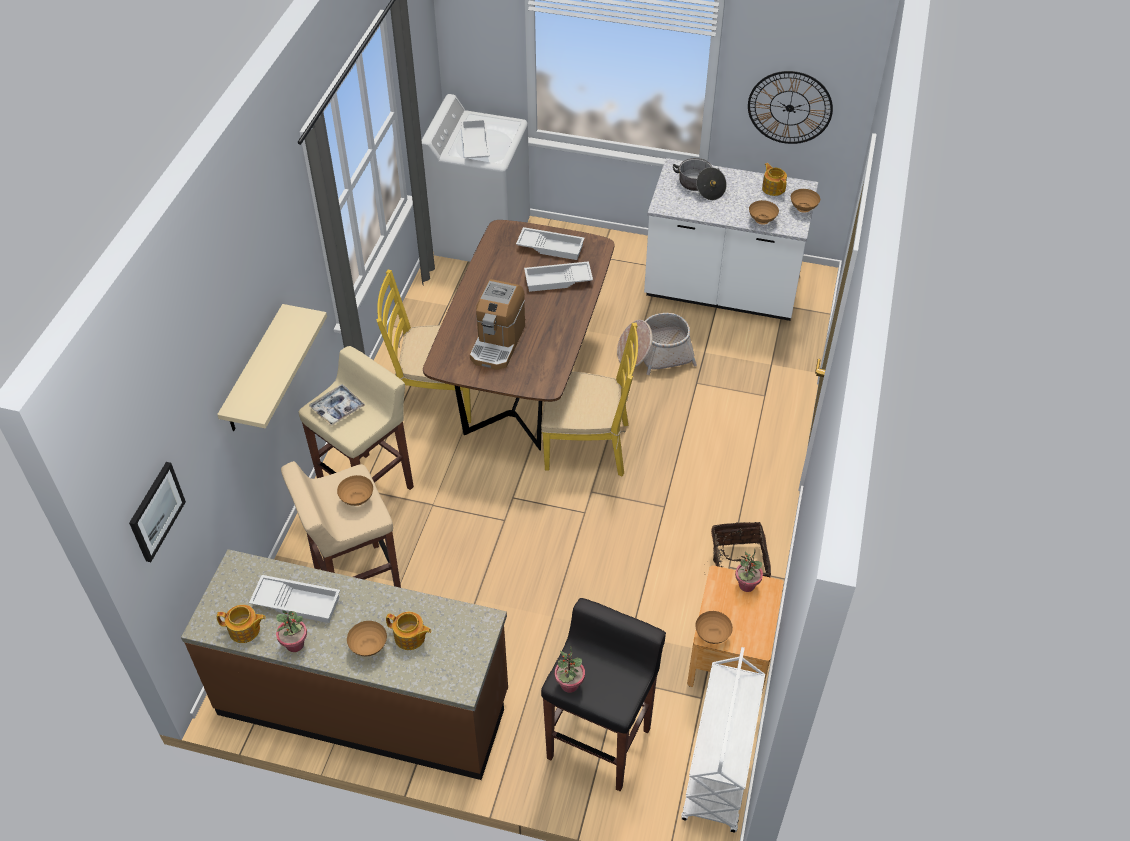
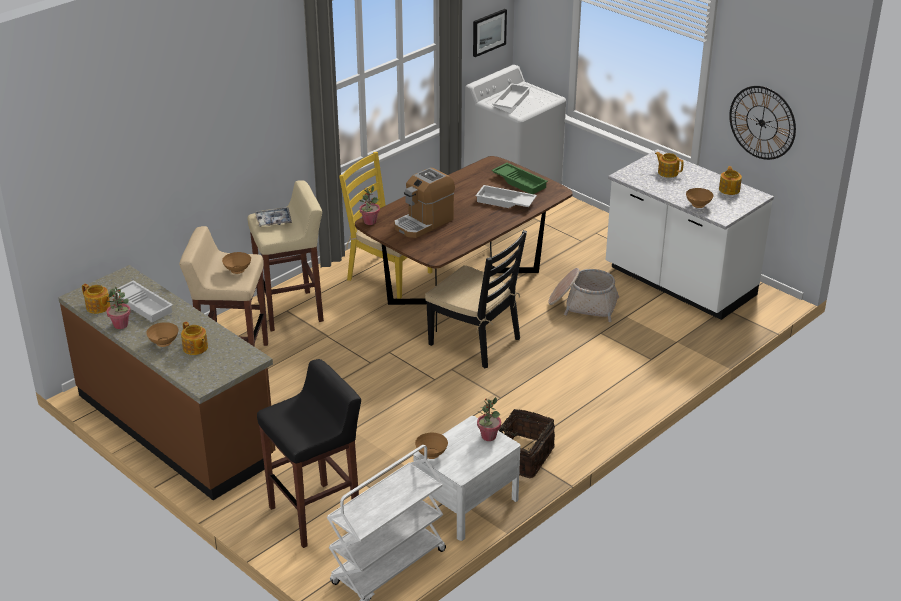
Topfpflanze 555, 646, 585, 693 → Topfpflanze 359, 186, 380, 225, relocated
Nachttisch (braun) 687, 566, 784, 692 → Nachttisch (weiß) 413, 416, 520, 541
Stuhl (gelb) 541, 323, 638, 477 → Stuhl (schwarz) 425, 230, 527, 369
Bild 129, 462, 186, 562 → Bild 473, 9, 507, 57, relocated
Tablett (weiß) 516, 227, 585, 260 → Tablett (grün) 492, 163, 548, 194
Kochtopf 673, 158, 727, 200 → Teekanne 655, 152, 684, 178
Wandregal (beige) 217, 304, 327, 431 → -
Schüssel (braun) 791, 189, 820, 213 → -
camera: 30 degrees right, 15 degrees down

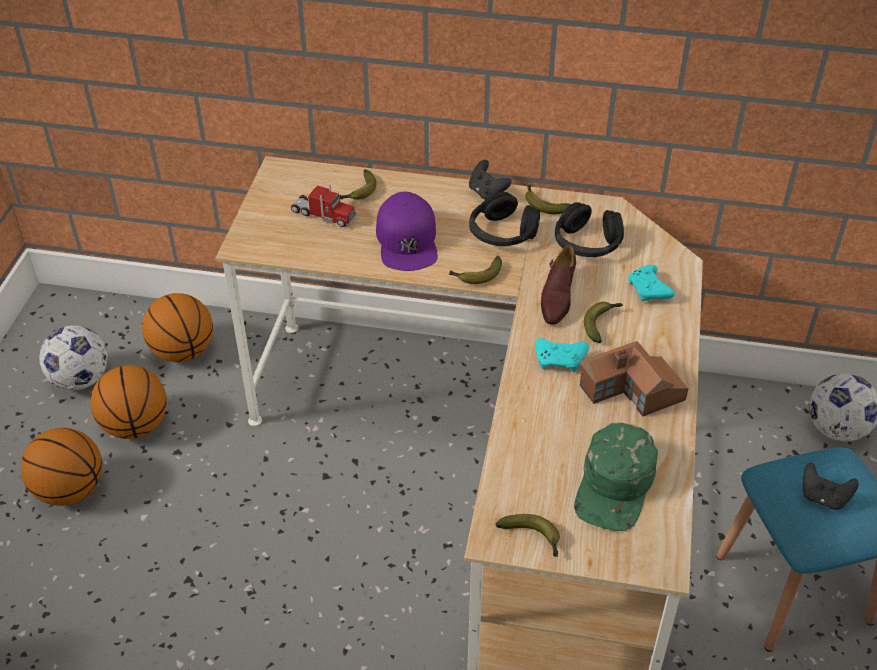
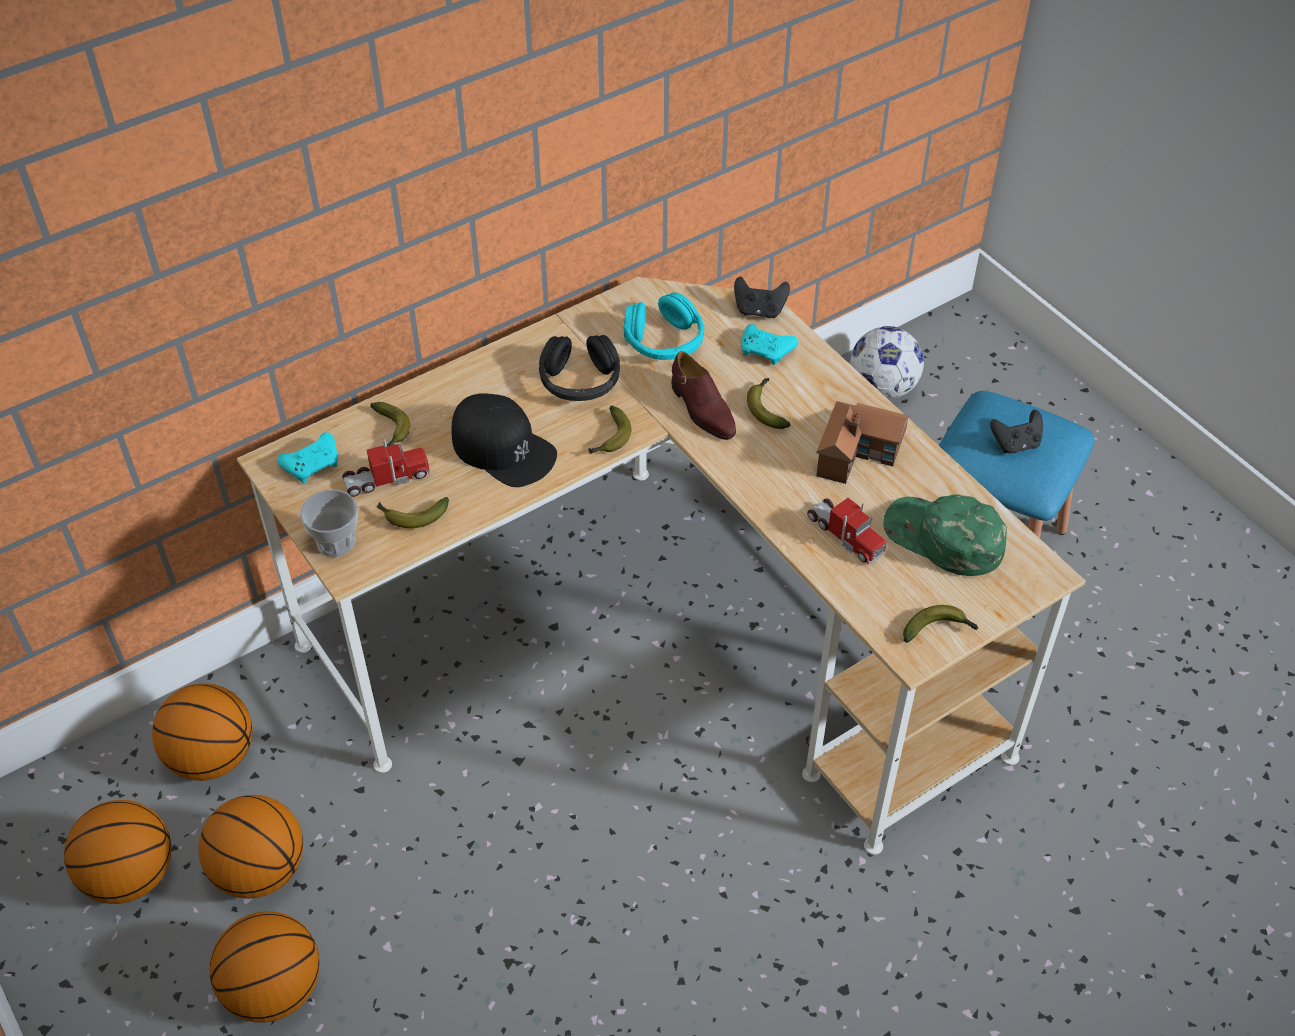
Fußball 39, 325, 108, 390 → Basketball 64, 800, 172, 904
Gamepad (türkis) 535, 338, 589, 372 → Gamepad (türkis) 277, 432, 338, 483, relocated
- → Tasse 300, 490, 358, 557
Banane 525, 185, 571, 214 → Banane 376, 497, 449, 528, relocated
Kappe (lila) 376, 192, 438, 271 → Kappe (schwarz) 451, 394, 557, 487
Kopfhörer (schwarz) 555, 202, 624, 257 → Kopfhörer (türkis) 624, 293, 704, 360
Gamepad (schwarz) 469, 160, 511, 200 → Gamepad (schwarz) 734, 276, 790, 318, relocated
- → Spielzeuglaster 807, 498, 887, 564
Kappe (grün) 574, 422, 658, 531 → Kappe (grün) 883, 494, 1007, 576, 150 degrees clockwise
camera: 45 degrees left, 5 degrees up

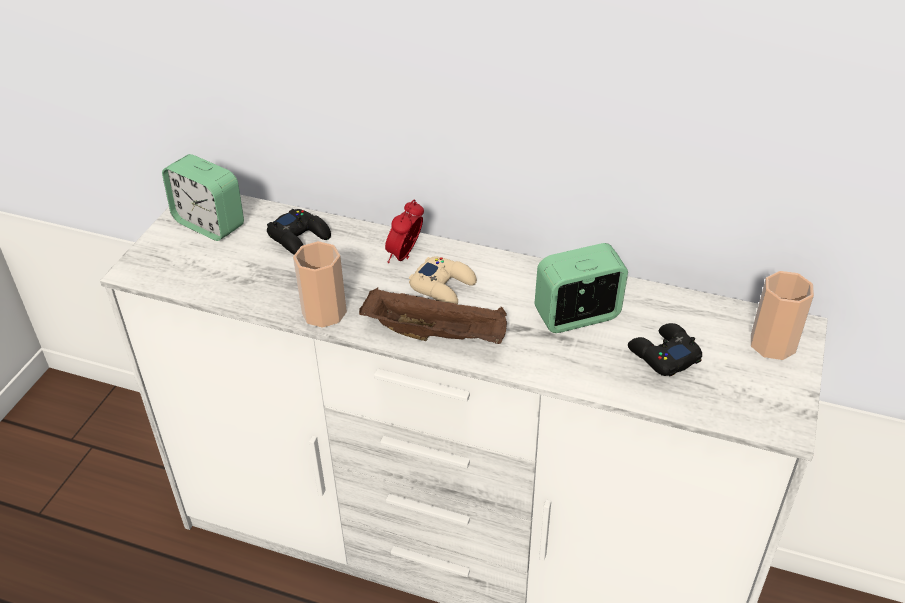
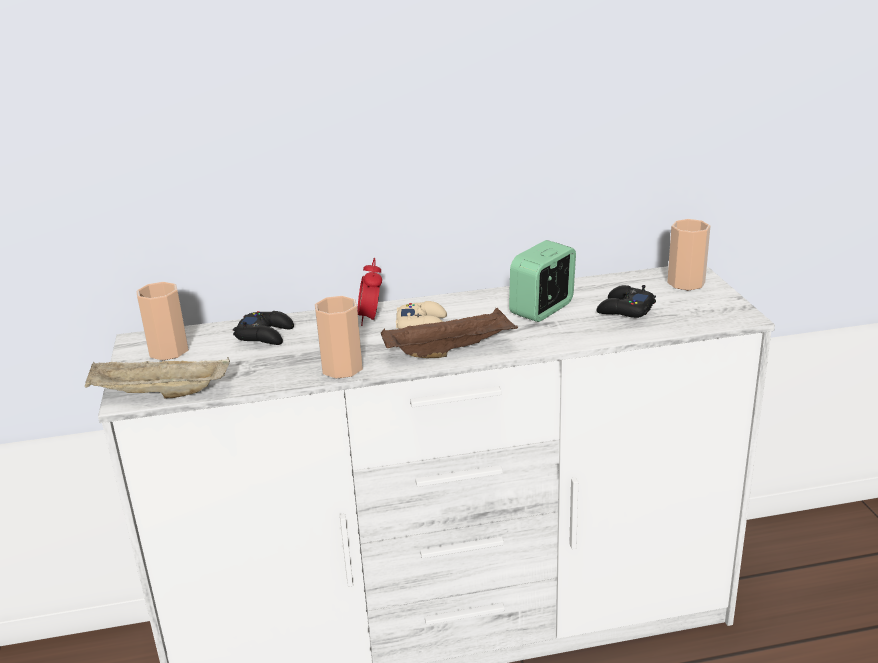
- → Tablett (beige) 85, 357, 230, 398
Wecker 162, 154, 244, 241 → Tasse 136, 282, 189, 360
camera: 30 degrees left, 15 degrees down

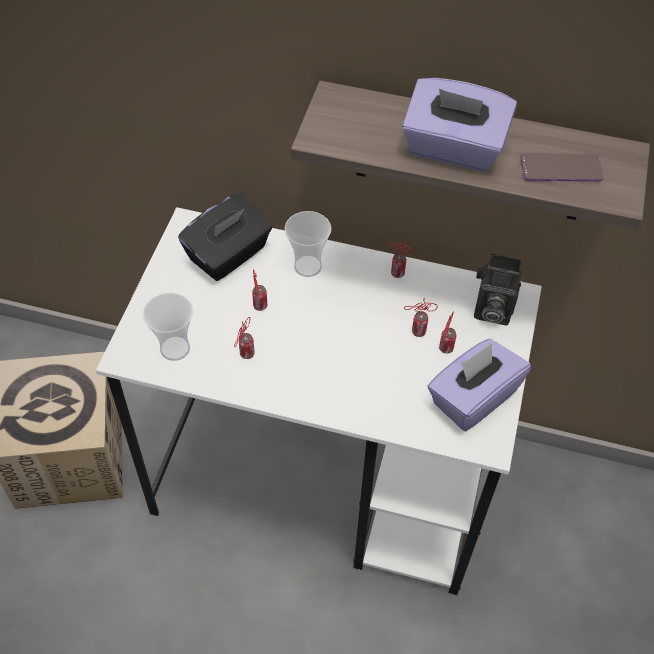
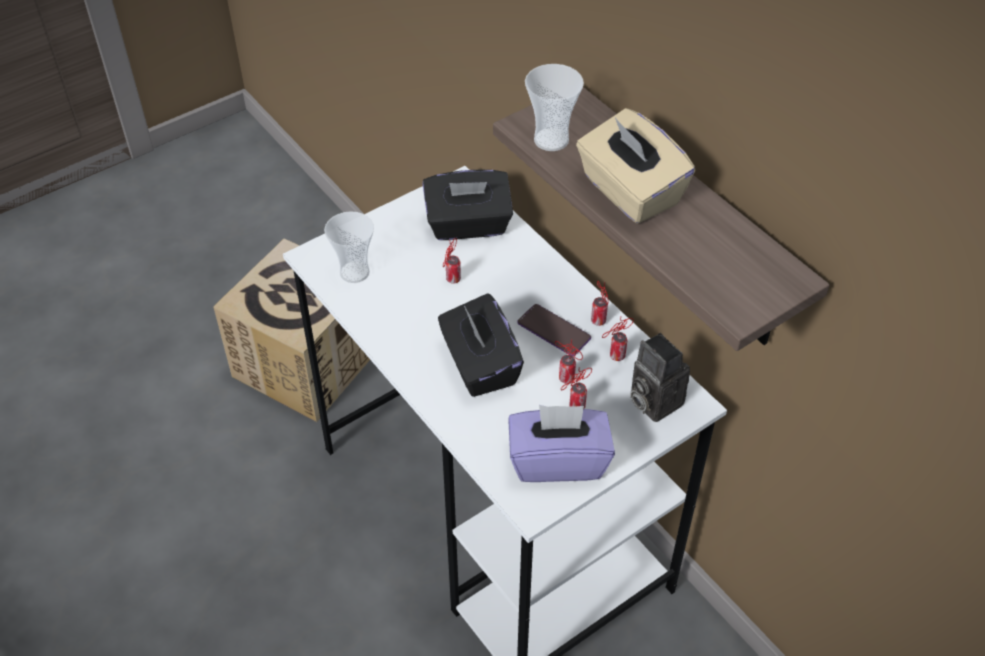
- → Taschentuchbox (schwarz) 438, 293, 524, 397
Handy 520, 153, 604, 182 → Handy 517, 304, 591, 356, relocated
Tasse 285, 211, 331, 277 → Tasse 525, 64, 584, 151, relocated
Taschentuchbox (lila) 402, 78, 517, 171 → Taschentuchbox (beige) 576, 108, 695, 223
Dose 234, 317, 255, 359 → Dose 602, 316, 634, 361, relocated
camera: 40 degrees right, 5 degrees down

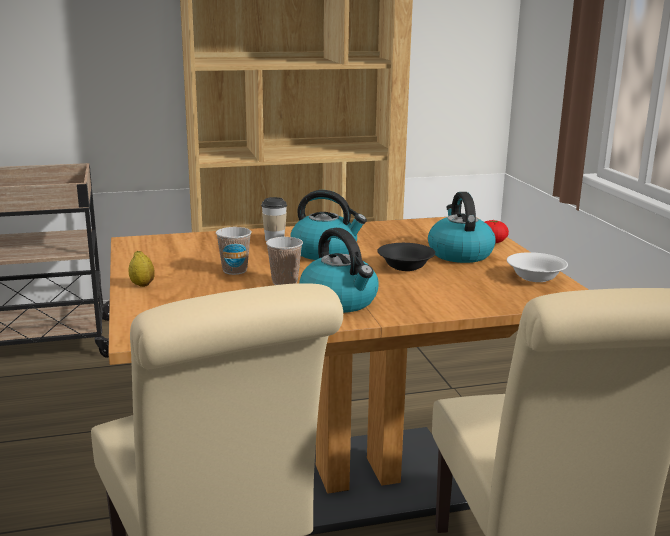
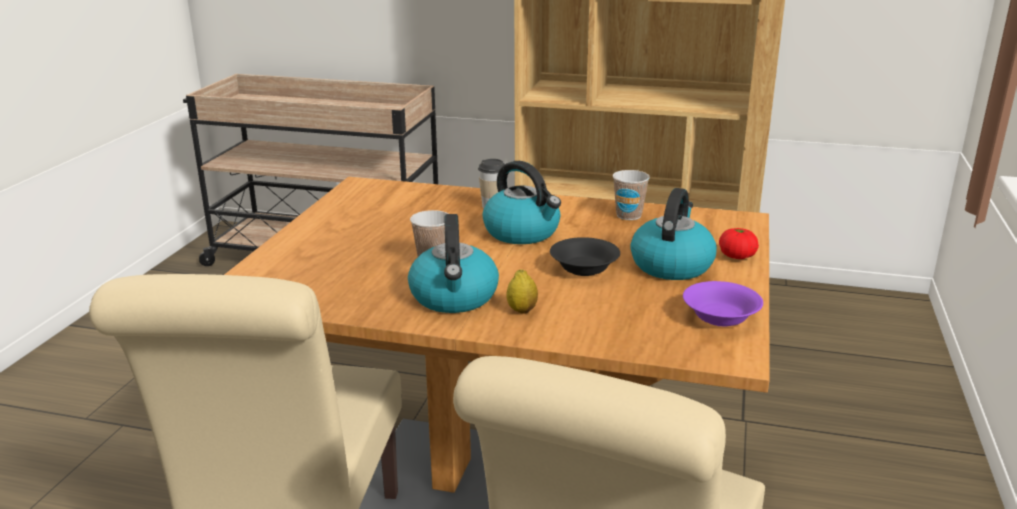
Zitrone 129, 251, 154, 287 → Zitrone 506, 269, 538, 314, relocated
Tasse 216, 227, 252, 275 → Tasse 613, 170, 650, 220, relocated
Schüssel (weiß) 507, 252, 568, 282 → Schüssel (lila) 683, 281, 763, 327
camera: 30 degrees right, 5 degrees up

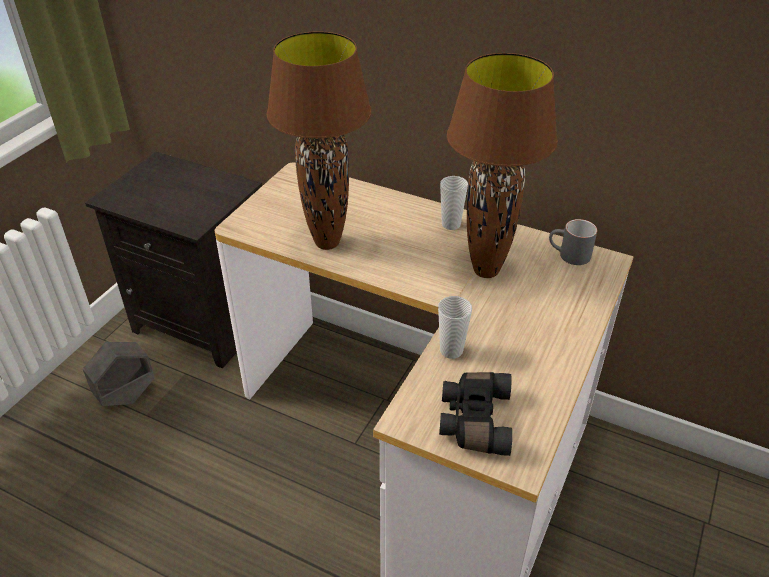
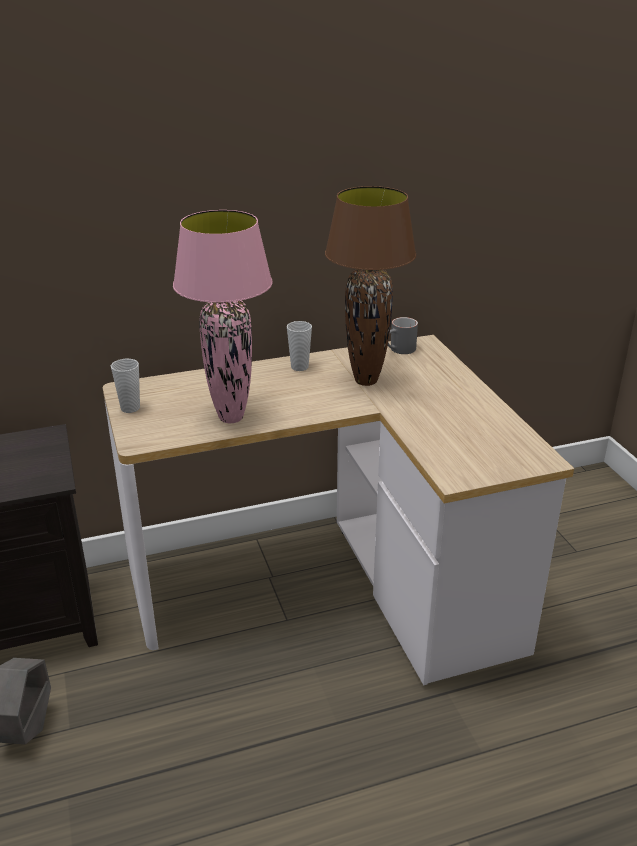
Tasse 438, 296, 472, 359 → Tasse 111, 359, 140, 413, relocated
Tischlampe (braun) 267, 31, 371, 250 → Tischlampe (rosa) 173, 210, 273, 423
Fernglas (schwarz) 439, 372, 512, 456 → -
camera: 45 degrees left, 10 degrees down

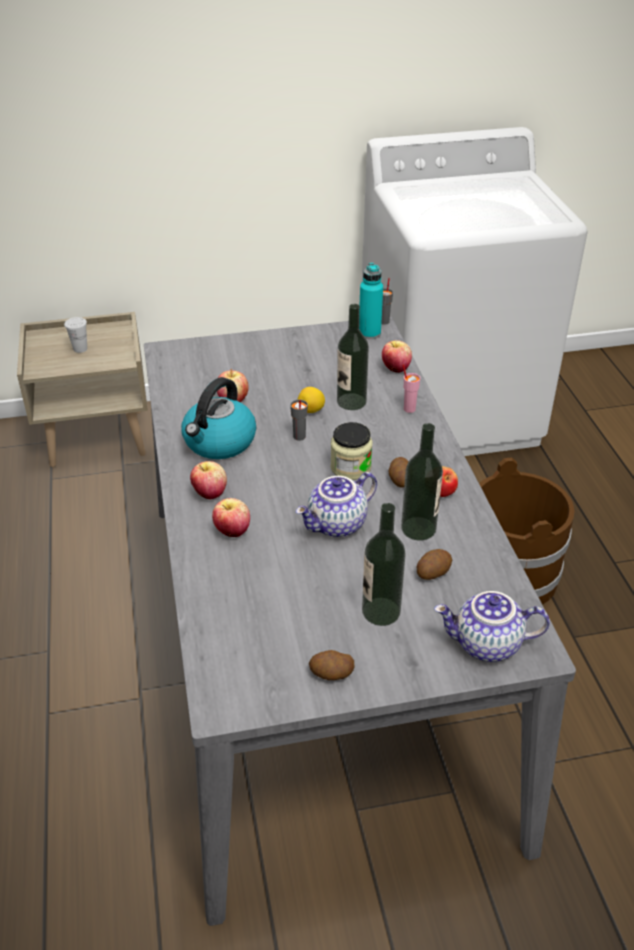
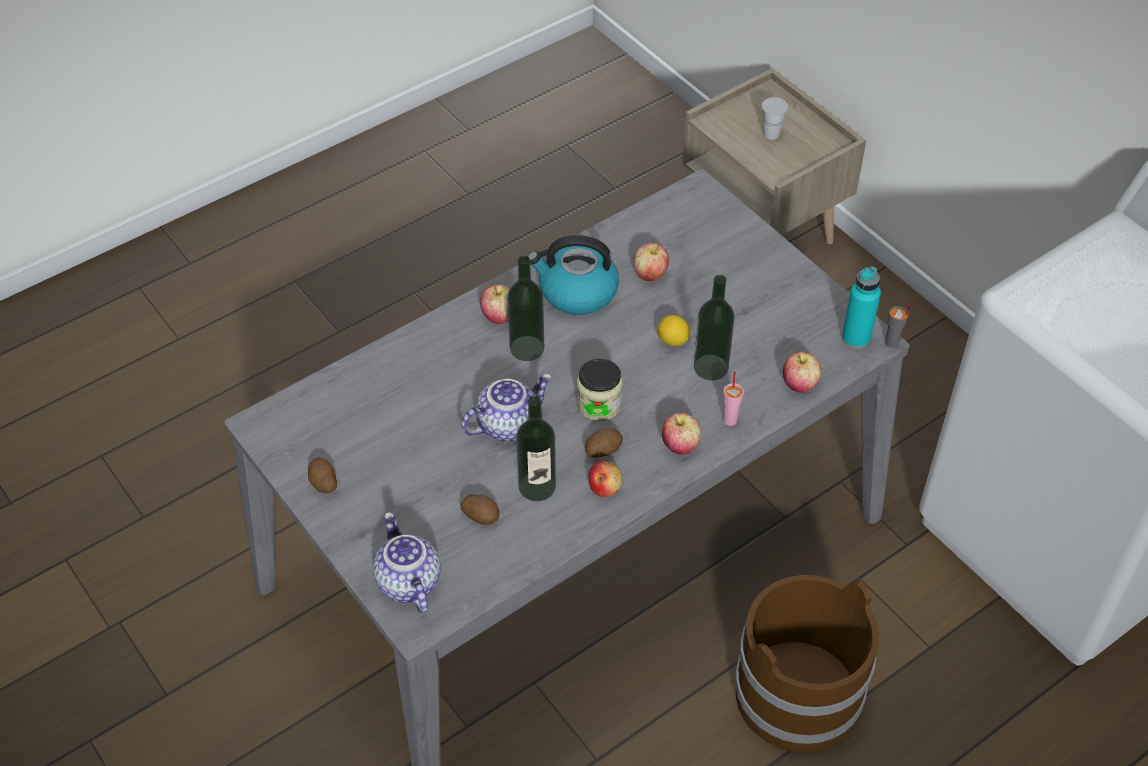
Teekanne 296, 472, 377, 538 → Teekanne 461, 374, 552, 441, 120 degrees clockwise
Flasche 362, 503, 406, 626 → Flasche 507, 255, 544, 361, relocated
Apfel 212, 498, 250, 537 → Apfel 662, 413, 701, 455, relocated
Tasse (grau) 290, 400, 308, 441 → -
camera: 65 degrees right, 10 degrees up

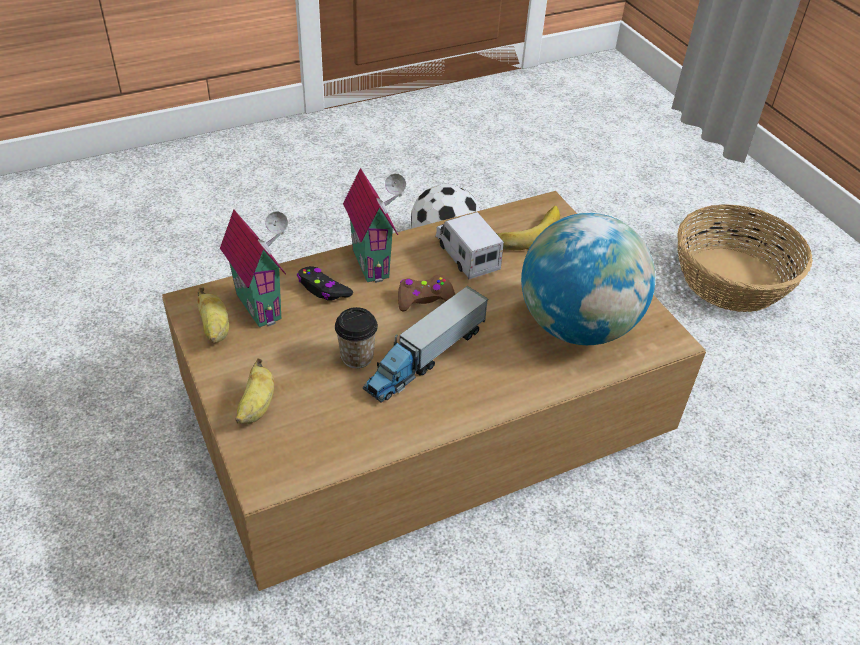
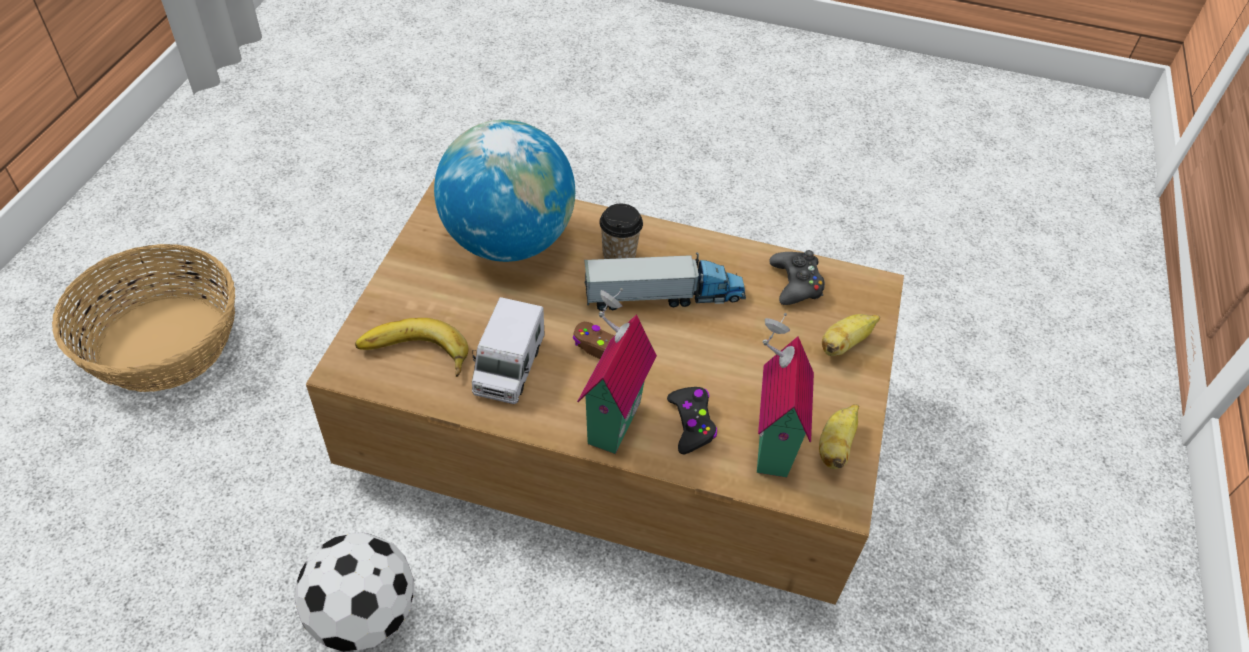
Tasse 335, 307, 378, 368 → Tasse 599, 204, 643, 259, relocated
- → Gamepad (schwarz) 769, 250, 825, 305
camera: 140 degrees left, 5 degrees up

